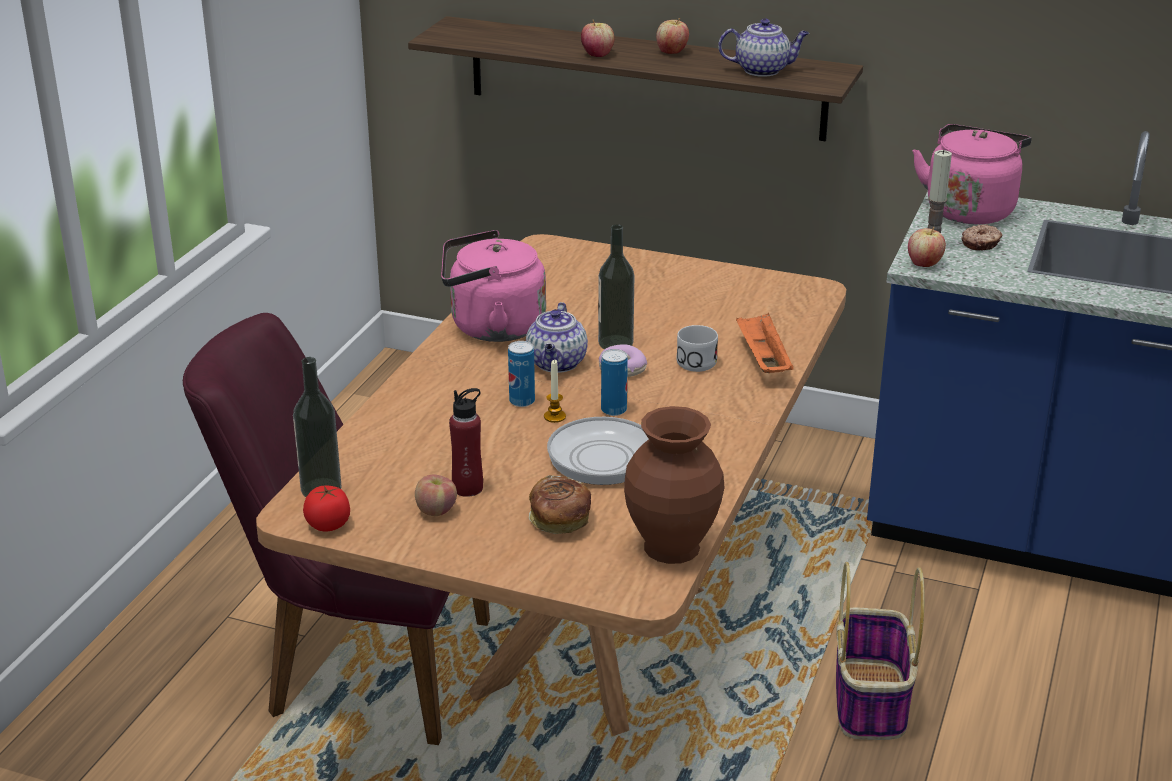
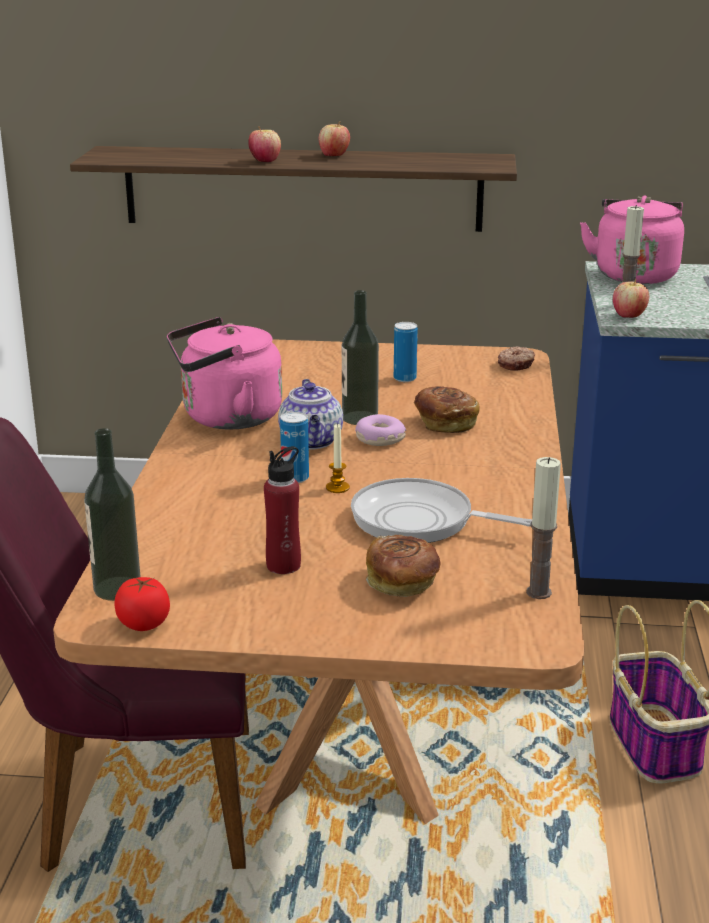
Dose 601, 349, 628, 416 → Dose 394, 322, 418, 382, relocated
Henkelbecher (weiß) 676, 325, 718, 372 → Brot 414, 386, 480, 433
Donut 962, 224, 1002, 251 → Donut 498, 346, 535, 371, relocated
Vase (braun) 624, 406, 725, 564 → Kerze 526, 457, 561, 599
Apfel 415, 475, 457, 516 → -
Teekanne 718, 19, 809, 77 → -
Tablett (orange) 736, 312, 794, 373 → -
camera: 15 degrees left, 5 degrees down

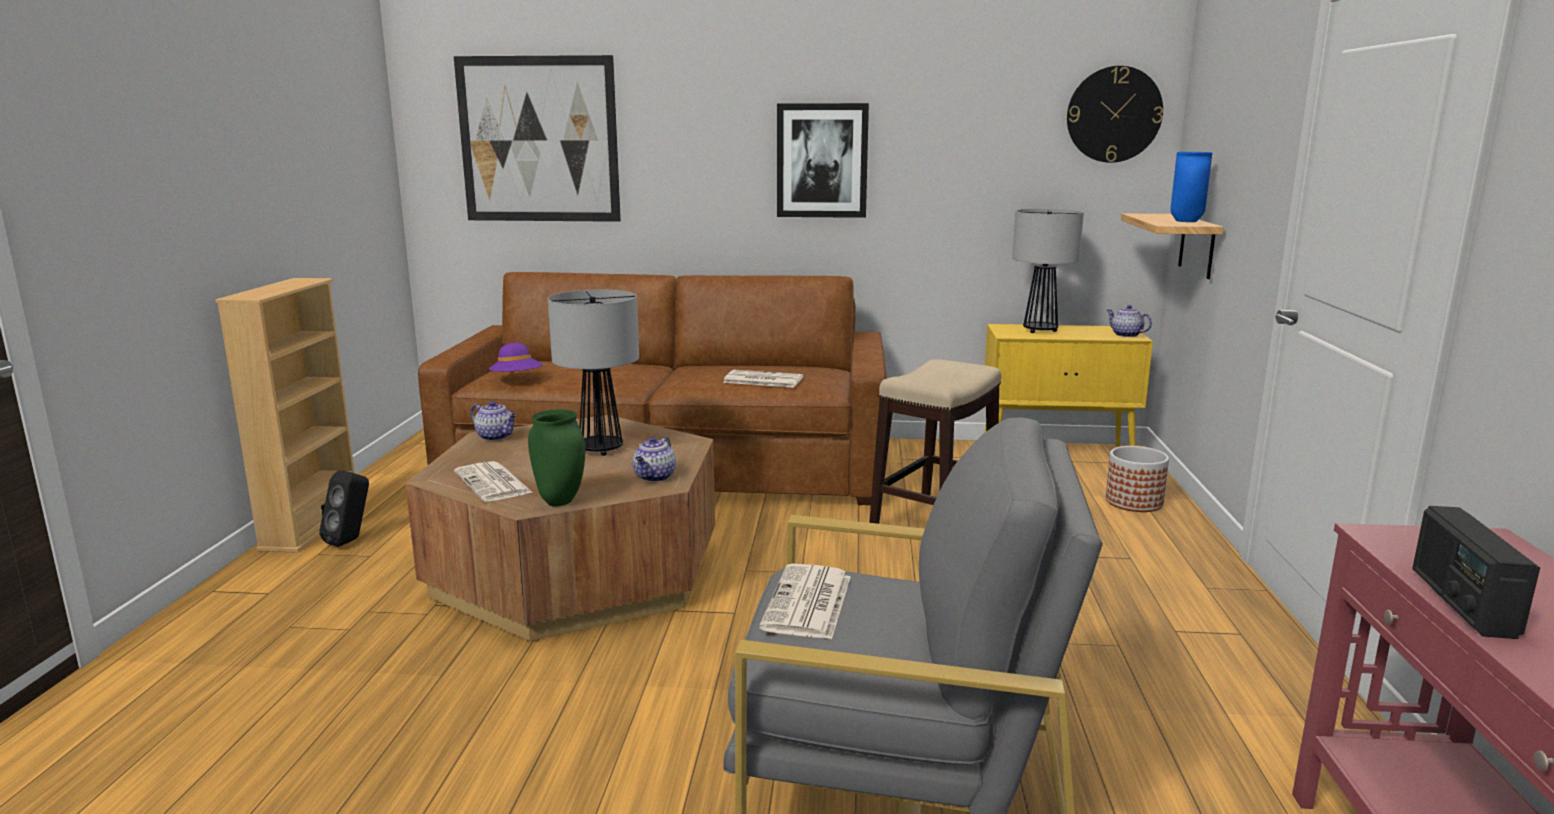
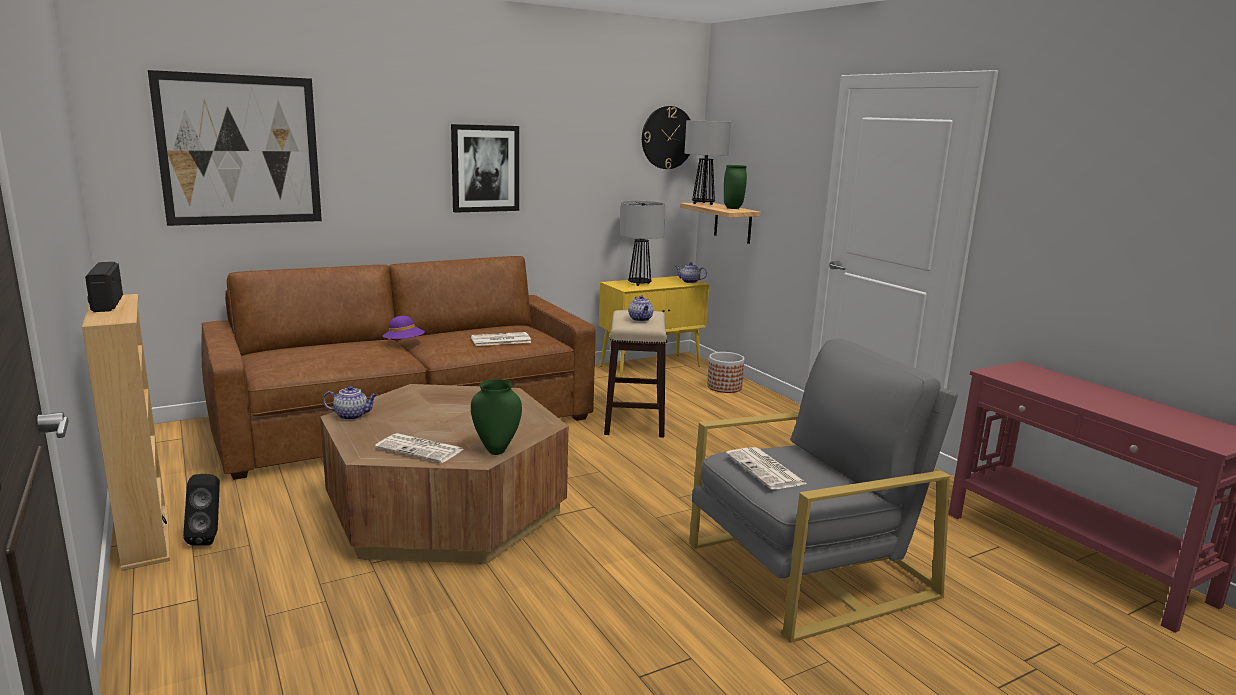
Radio 1412, 506, 1540, 639 → Radio 85, 262, 123, 312, relocated
Hut (lila) 489, 343, 543, 374 → Hut (lila) 383, 316, 425, 340, relocated
Teekanne 633, 437, 676, 482 → Teekanne 628, 295, 653, 321, relocated
Tischlampe 548, 289, 639, 456 → Tischlampe 684, 120, 731, 205, relocated
Vase (blau) 1171, 152, 1212, 222 → Vase (grün) 724, 165, 747, 209
camera: 35 degrees left, 0 degrees up

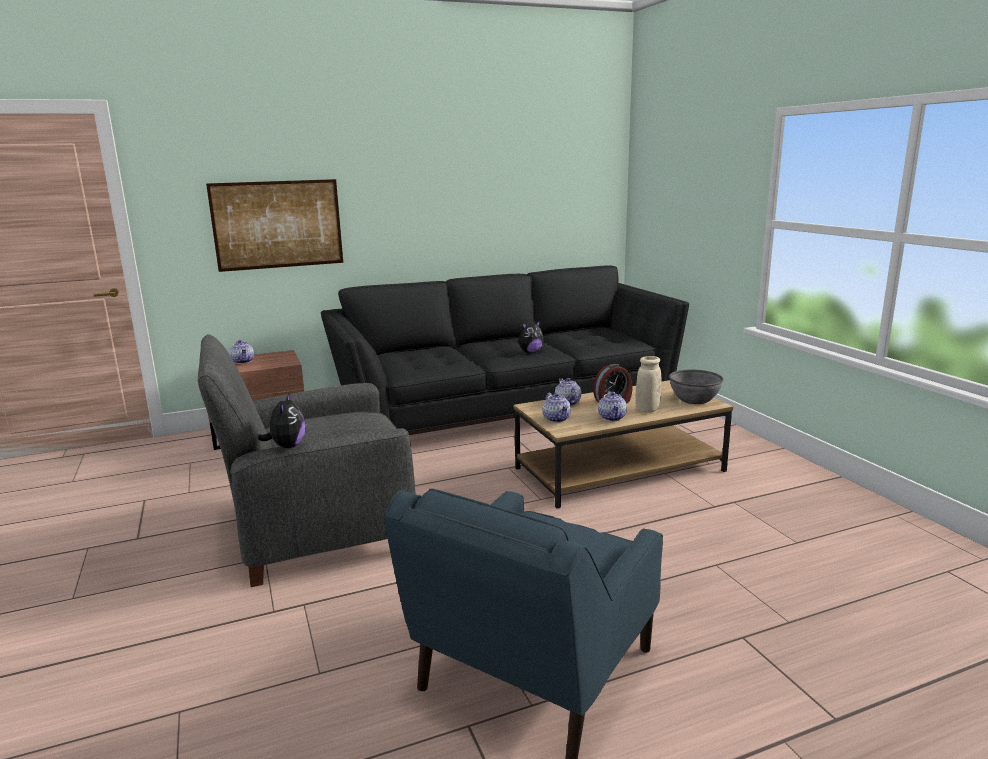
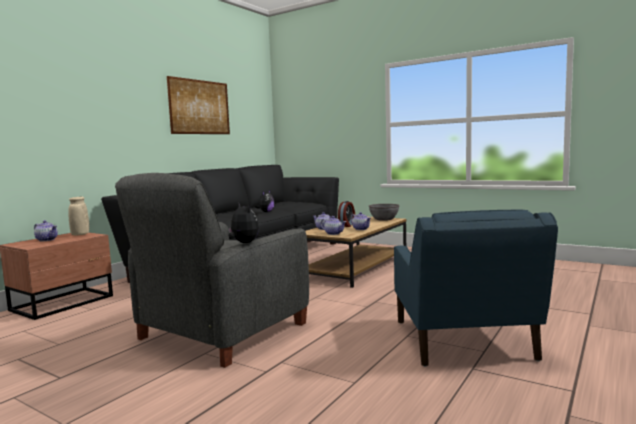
Vase (beige) 635, 356, 662, 412 → Vase (beige) 68, 197, 89, 235, relocated
Bild 206, 179, 343, 272 → Bild 167, 76, 230, 134, relocated
camera: 35 degrees left, 10 degrees down

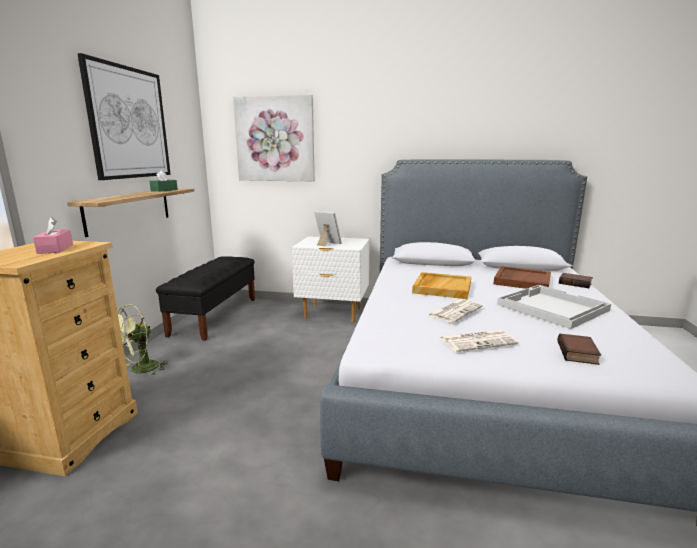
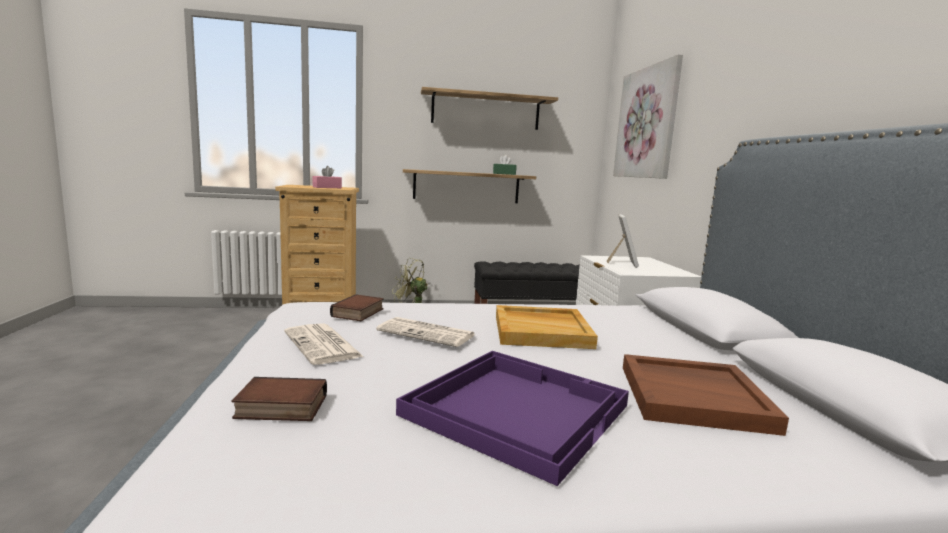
Buch 559, 273, 593, 288 → Buch 330, 294, 384, 321, relocated
Tablett (weiß) 497, 285, 611, 329 → Tablett (lila) 396, 351, 629, 486
Bild 77, 53, 171, 180 → Wandregal 421, 87, 558, 130
camera: 70 degrees right, 5 degrees down

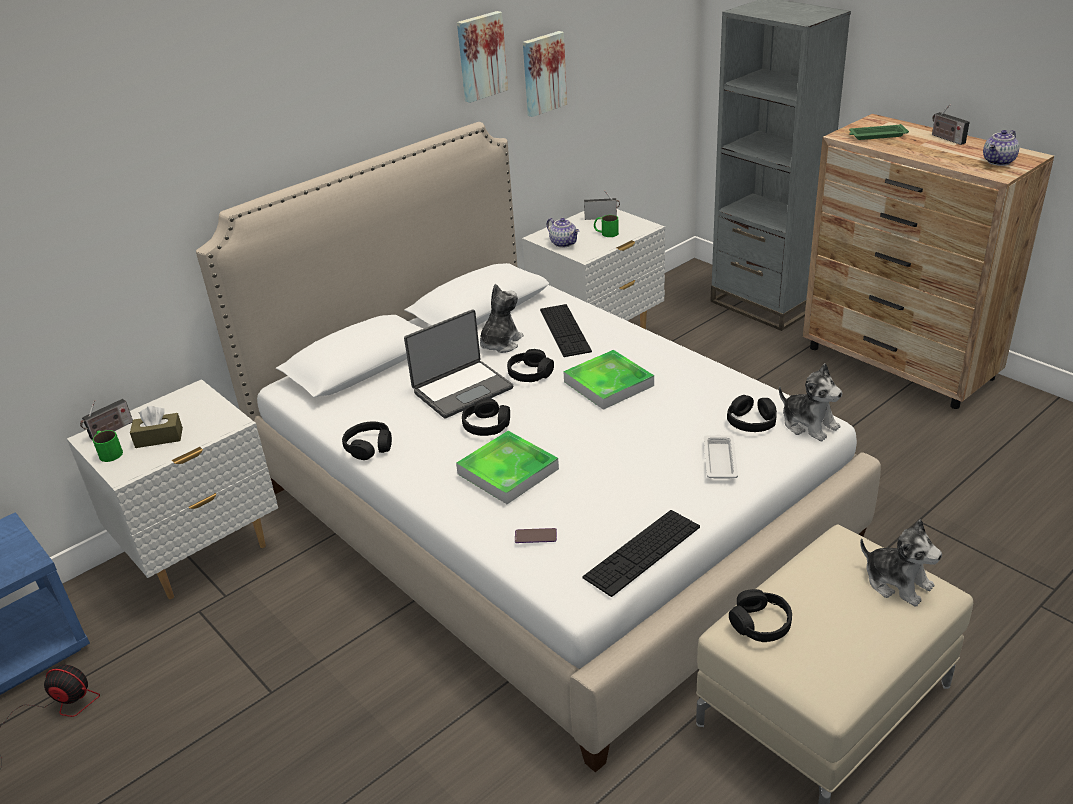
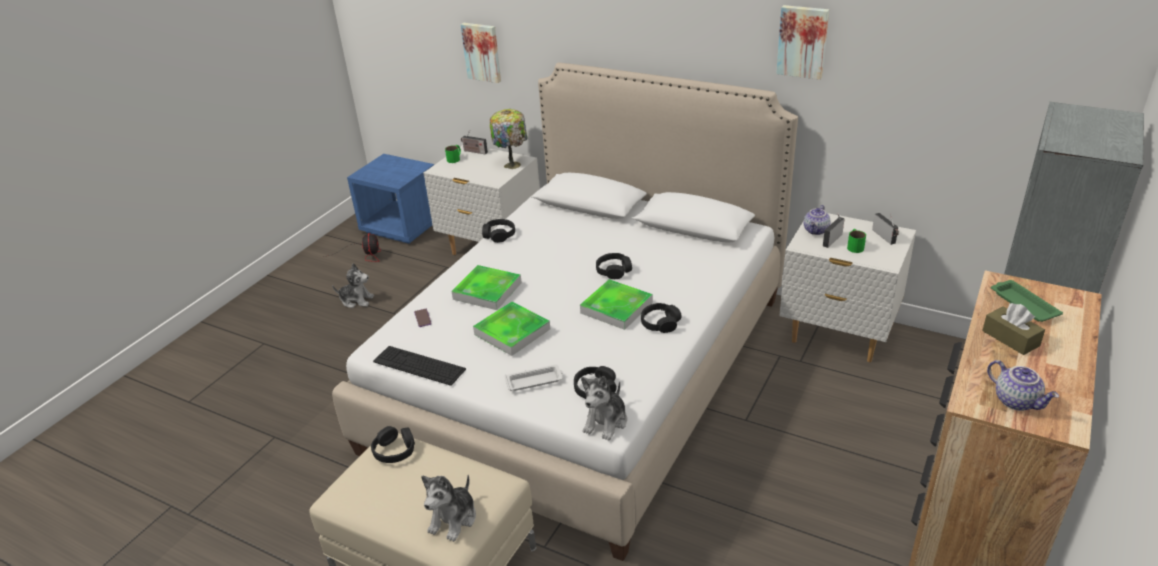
Plüschtier 480, 284, 524, 353 → Plüschtier 332, 263, 374, 308, relocated
Bild 523, 31, 567, 117 → Bild 461, 23, 501, 83, relocated
- → Tablett 473, 302, 550, 356
- → Tischlampe 489, 109, 527, 169
Kopfhörer (schwarz) 462, 398, 510, 436 → Kopfhörer (schwarz) 641, 303, 681, 333, relocated
Radio 932, 104, 969, 145 → Radio 823, 213, 844, 248, relocated
Taschentuchbox (braun) 130, 406, 183, 448 → Taschentuchbox (braun) 982, 303, 1045, 355, relocated
Teekanne 983, 130, 1019, 166 → Teekanne 987, 360, 1059, 411, 150 degrees counterclockwise
Laptop 404, 309, 513, 418 → -
Tastatur 540, 304, 592, 357 → -
camera: 70 degrees right, 0 degrees up

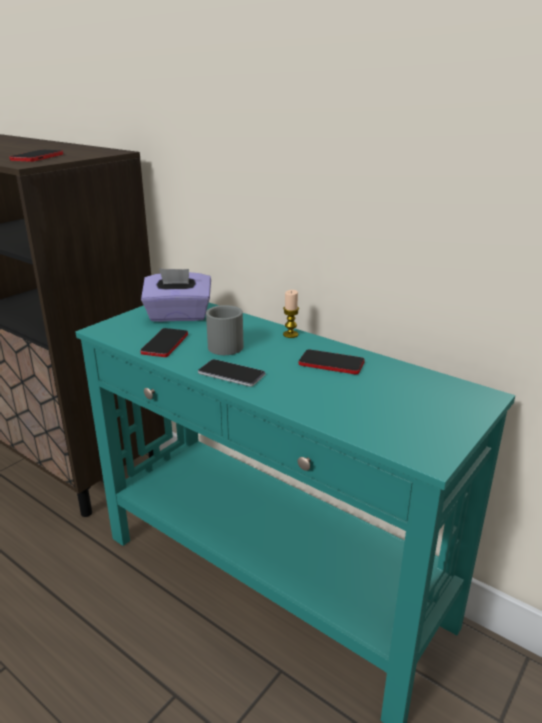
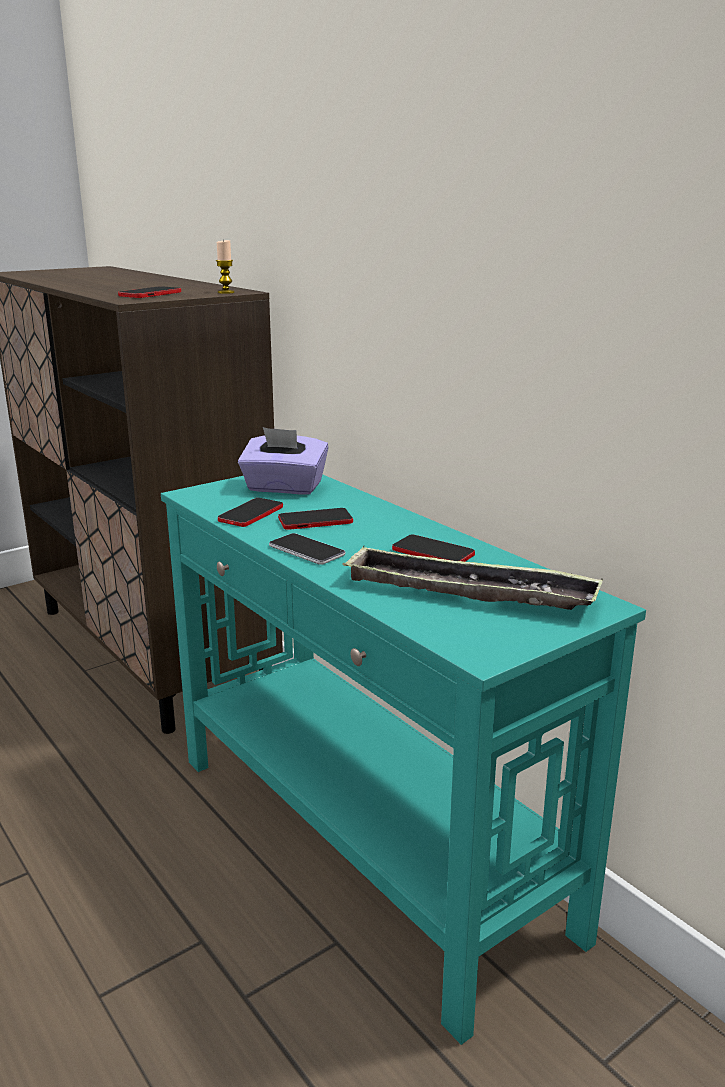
Kerze 283, 290, 299, 338 → Kerze 216, 240, 235, 294, relocated
Henkelbecher (grau) 206, 305, 244, 355 → Handy 278, 508, 353, 530
- → Tablett 342, 546, 603, 610
camera: 15 degrees right, 5 degrees down

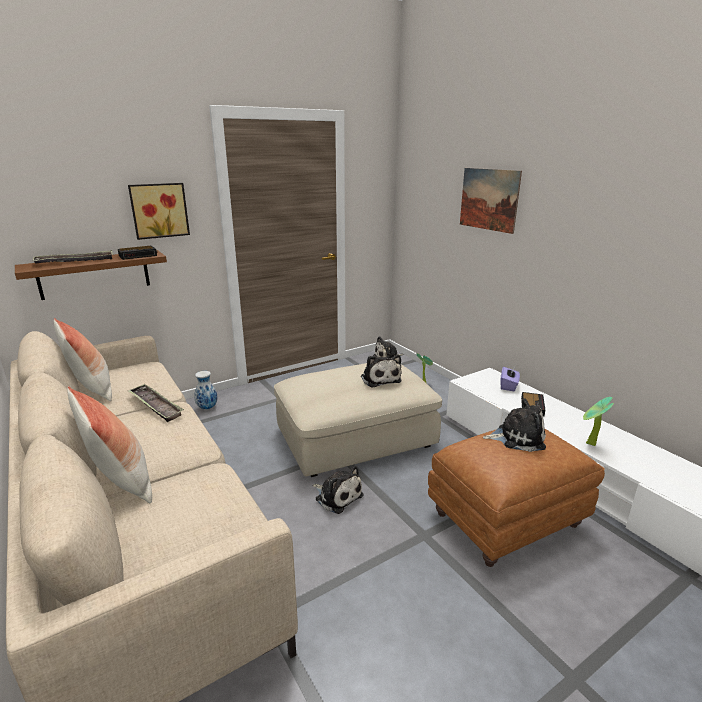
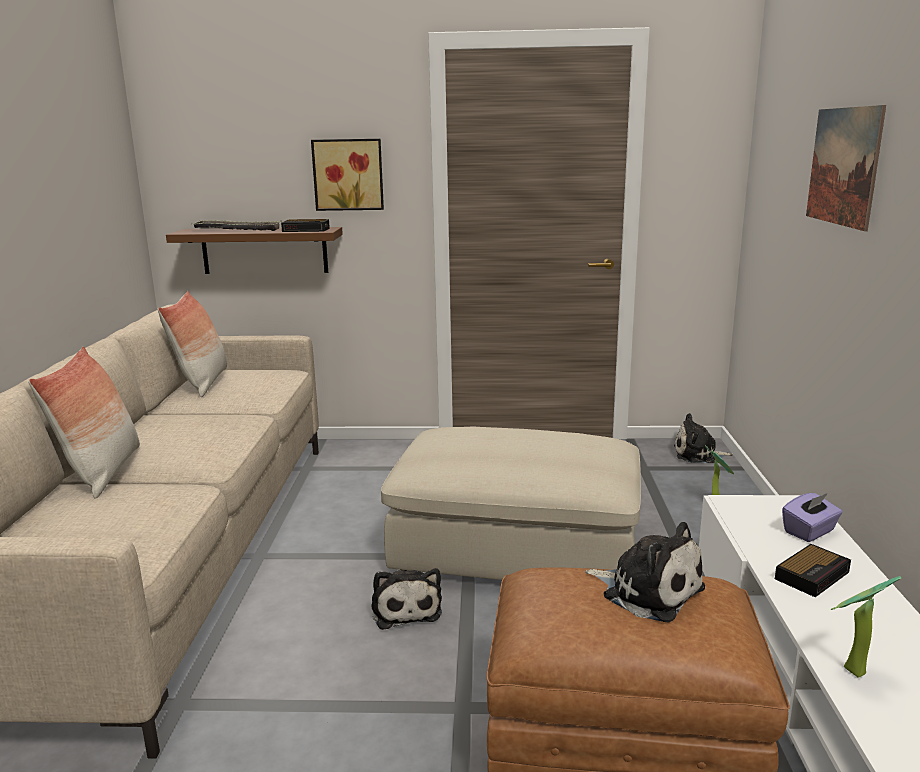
Tablett 127, 384, 184, 422 → -
Vase 194, 371, 218, 410 → -
Plüschtier 361, 355, 402, 388 → -
camera: 35 degrees right, 5 degrees down

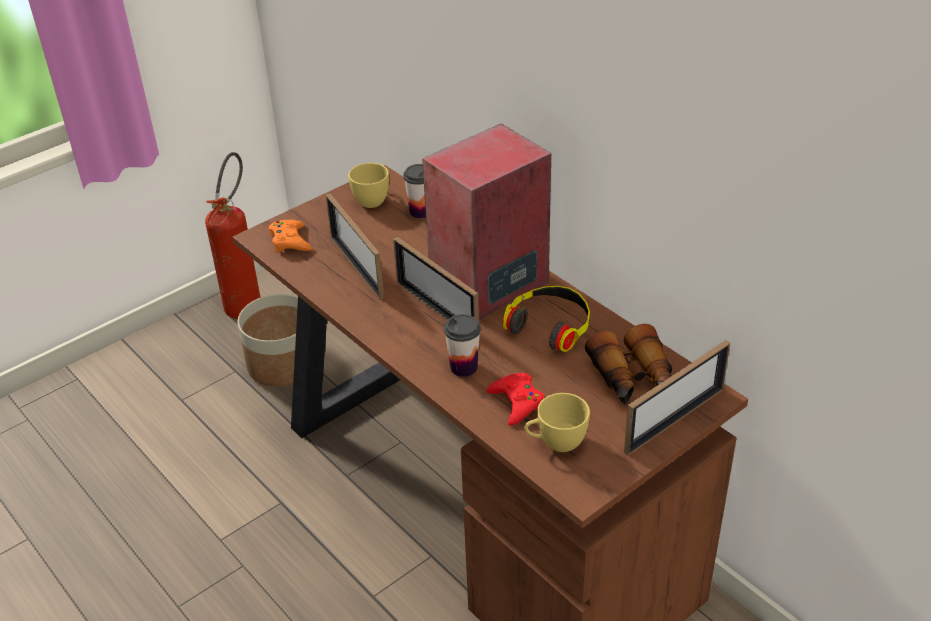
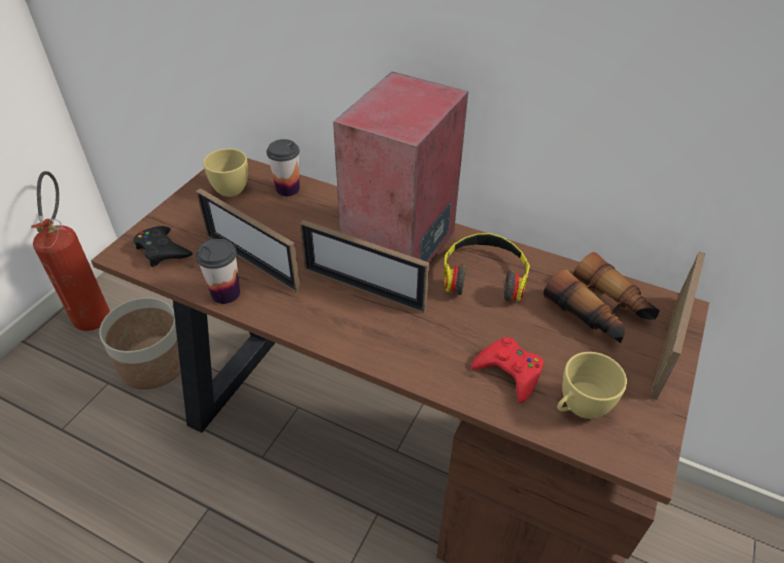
Gamepad (orange) 269, 220, 312, 252 → Gamepad (schwarz) 133, 226, 193, 267
Tasse 444, 314, 481, 377 → Tasse 196, 239, 240, 304, relocated
camera: 25 degrees left, 5 degrees up

